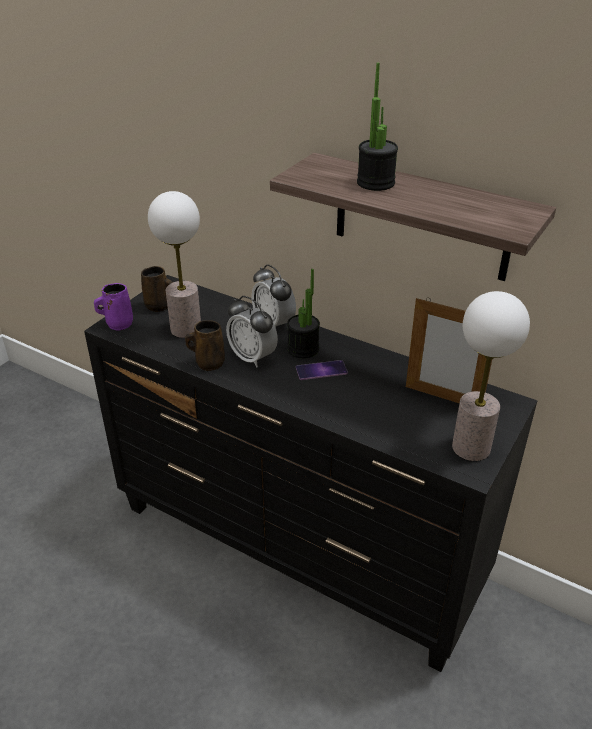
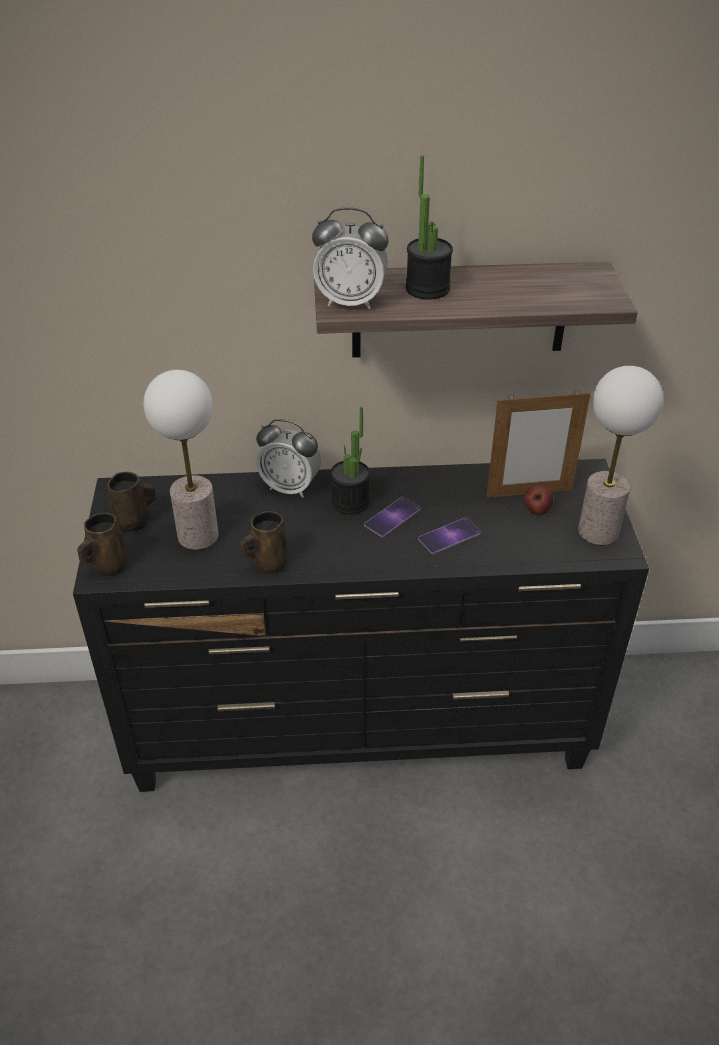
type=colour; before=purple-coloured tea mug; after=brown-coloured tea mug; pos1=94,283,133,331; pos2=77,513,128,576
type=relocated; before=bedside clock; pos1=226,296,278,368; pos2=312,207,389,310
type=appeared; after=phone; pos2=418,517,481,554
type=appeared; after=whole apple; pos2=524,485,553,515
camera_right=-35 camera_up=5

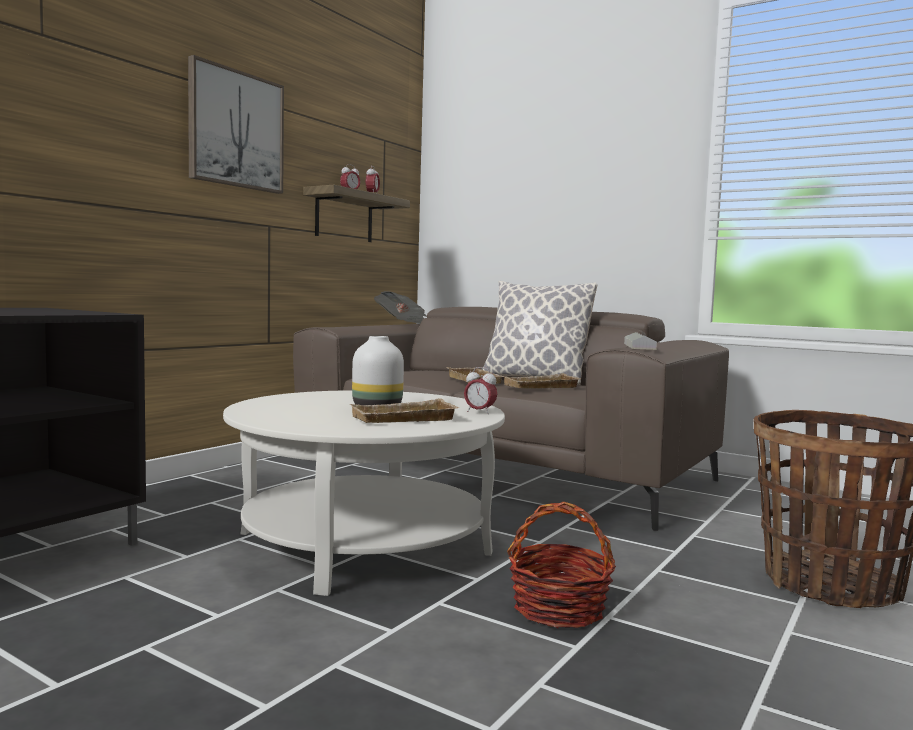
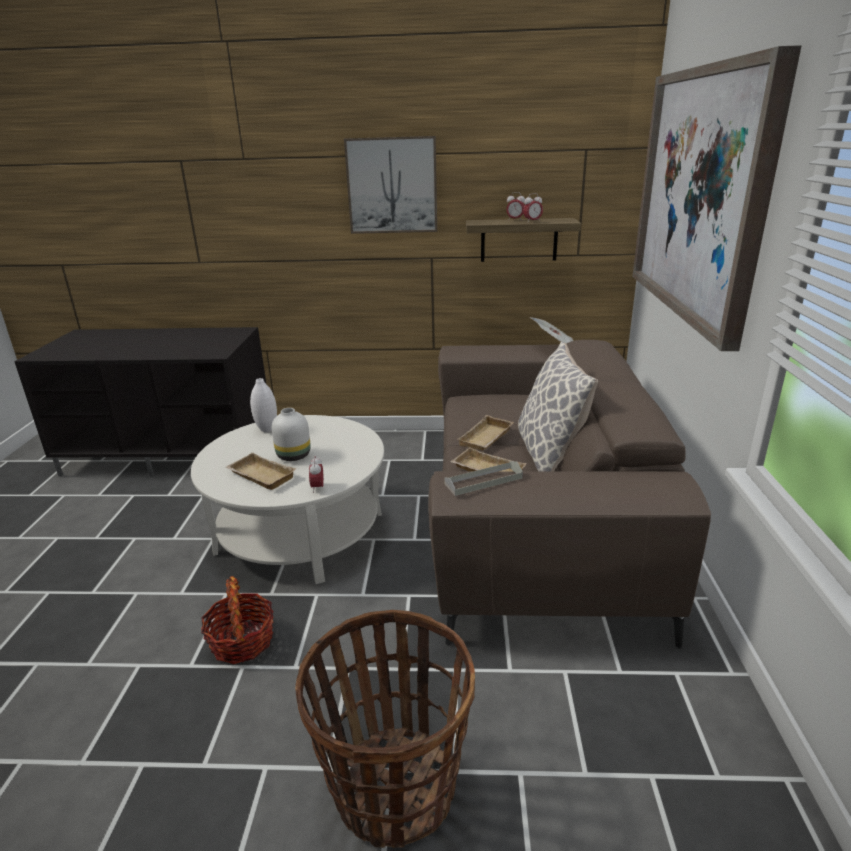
type=appeared; after=whitish vase; pos2=250,378,277,432
type=appeared; after=picture; pos2=632,45,802,351
camera_right=60 camera_up=20

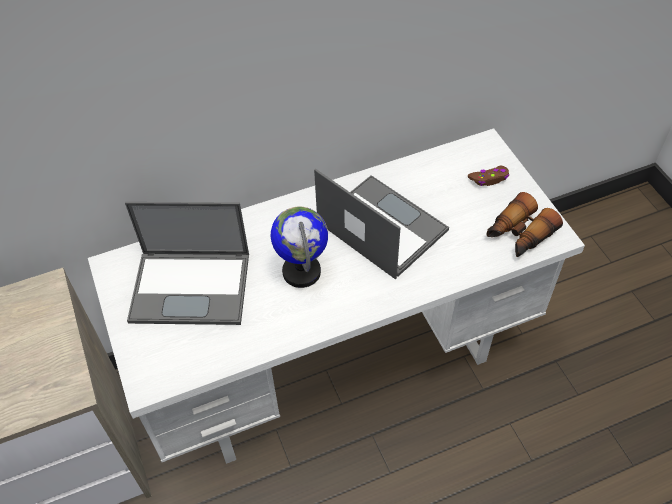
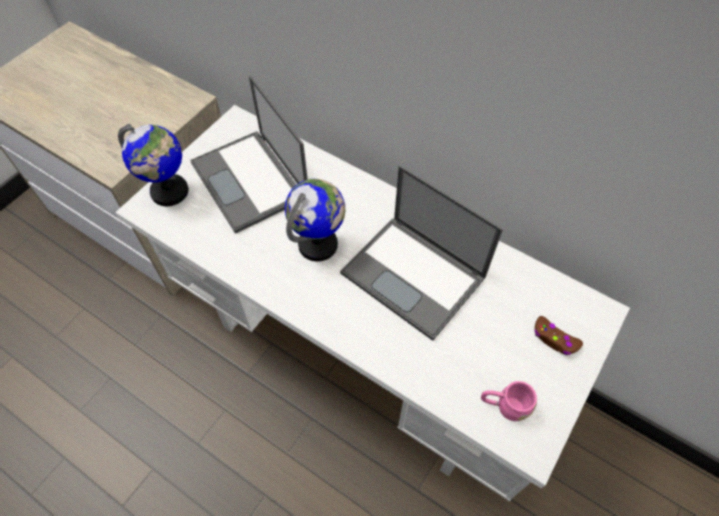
type=spun; before=notebook computer; pos1=314,168,449,279; pos2=340,165,503,341; turn=120
type=exchanged; before=binoculars; after=pink tea mug; pos1=487,192,563,257; pos2=481,381,537,421
type=appeared; after=globe; pos2=118,124,188,206
camera_right=55 camera_up=5

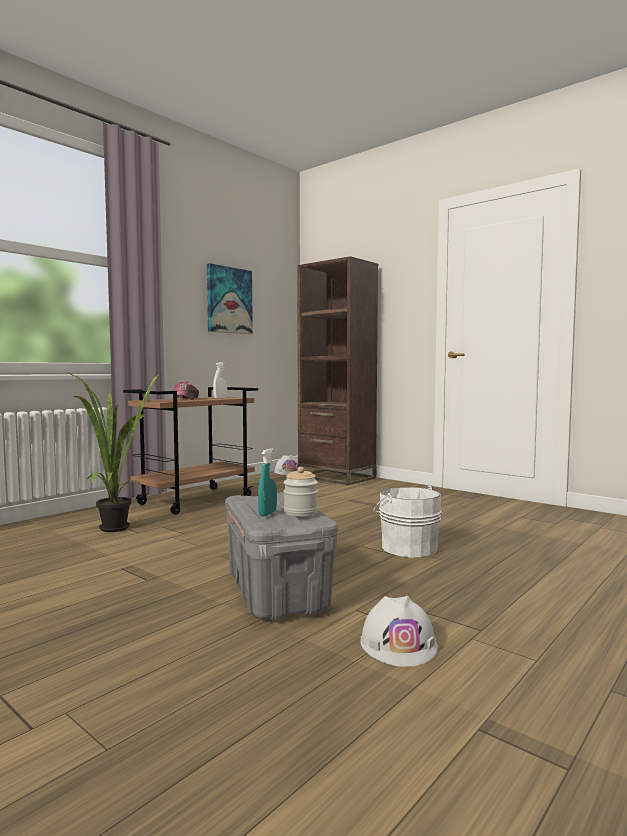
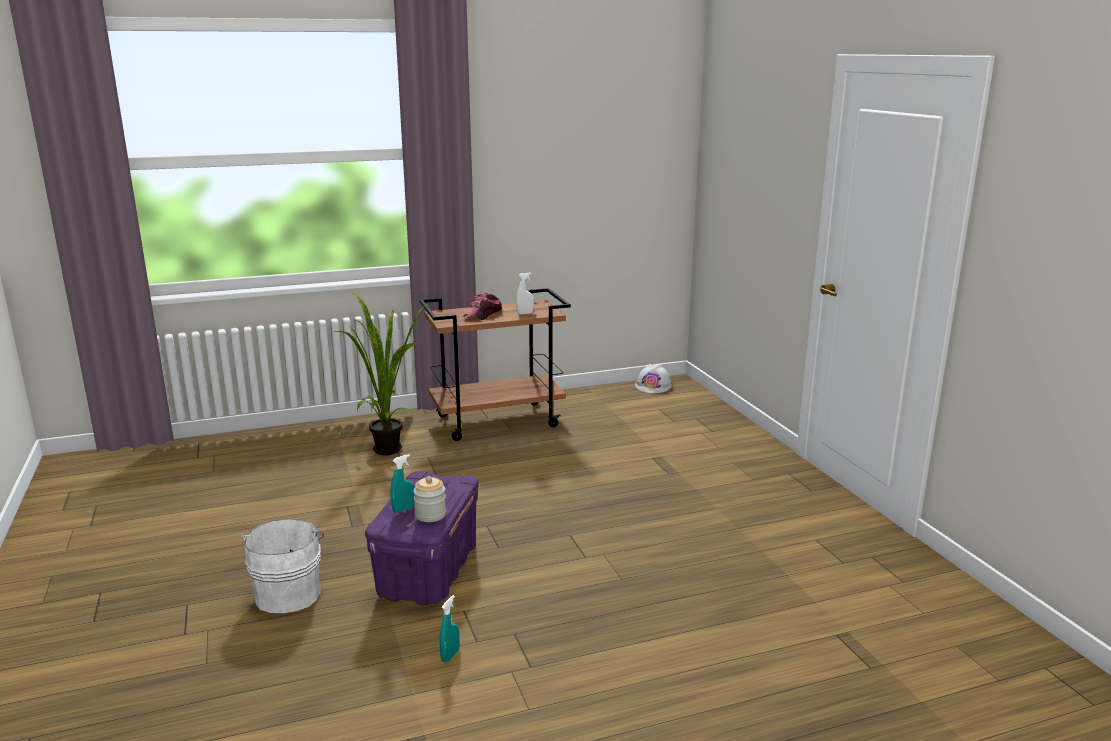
type=missing; before=picture; pos1=207,263,253,334
type=colour; before=gray storage container; after=purple-coloured storage container; pos1=225,492,338,620; pos2=365,471,479,606
type=missing; before=brown-coloured bookshelf; pos1=297,256,378,485
type=exchanged; before=whitish safety helmet; after=blue-green sprayer; pos1=360,596,438,667; pos2=439,595,460,662
type=relocated; before=whitish bucket; pos1=373,486,442,557; pos2=242,519,324,613
camera_right=30 camera_up=15

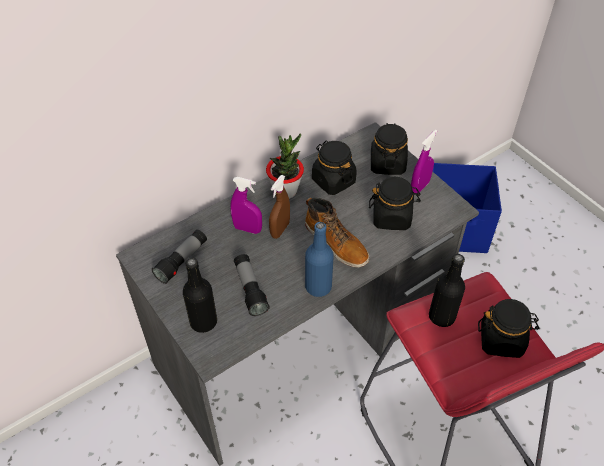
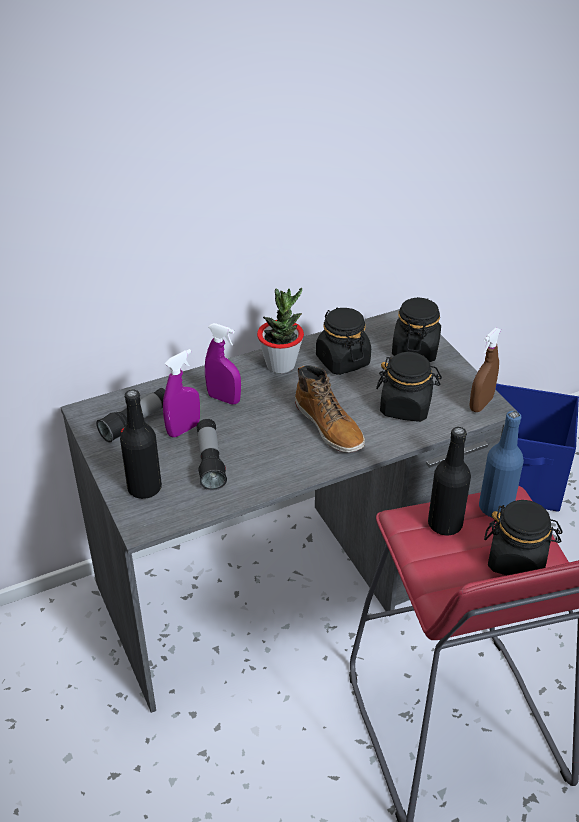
type=relocated; before=brown-coloured sprayer; pos1=269,175,290,239; pos2=470,327,501,412
type=relocated; before=blue-coloured beverage bottle; pos1=305,222,334,297; pos2=479,411,524,518
type=relocated; before=purple-coloured sprayer; pos1=411,130,437,194; pos2=163,349,200,437
camera_right=10 camera_up=-10

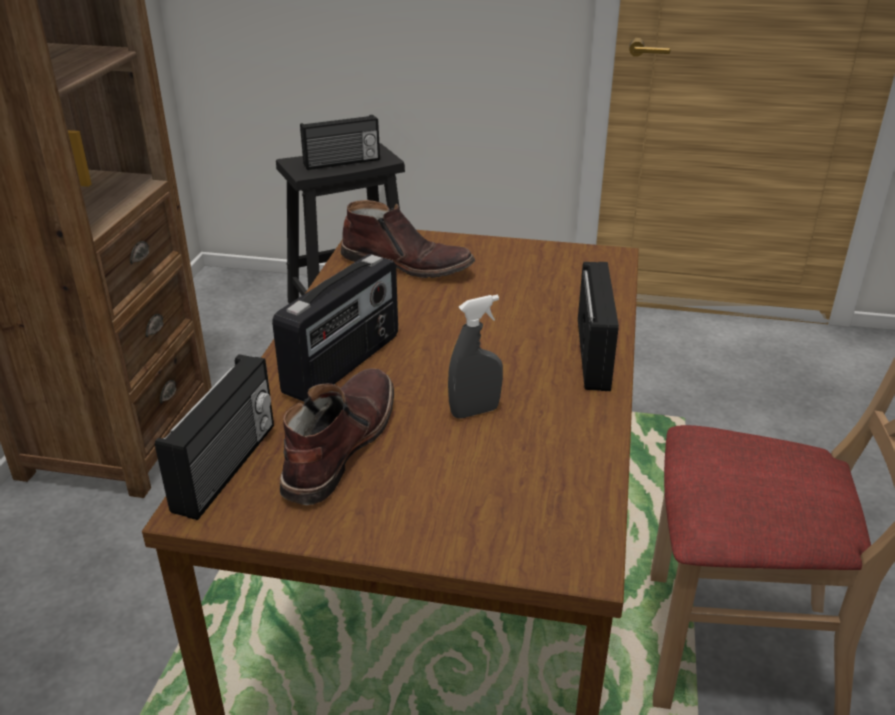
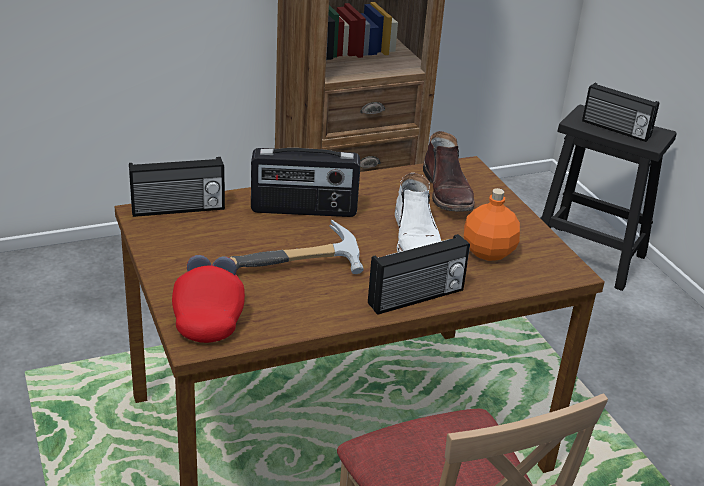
type=missing; before=brown-coloured boot; pos1=280,368,394,505
type=exchanged; before=gray sprayer; after=hand hammer; pos1=448,295,503,419; pos2=230,219,364,274
type=appeared; after=reddish cap; pos2=172,255,245,343
type=appeared; after=whitish boot; pos2=395,173,441,252
type=appeared; after=orangey beverage bottle; pos2=464,188,520,261
camera_right=55 camera_up=0

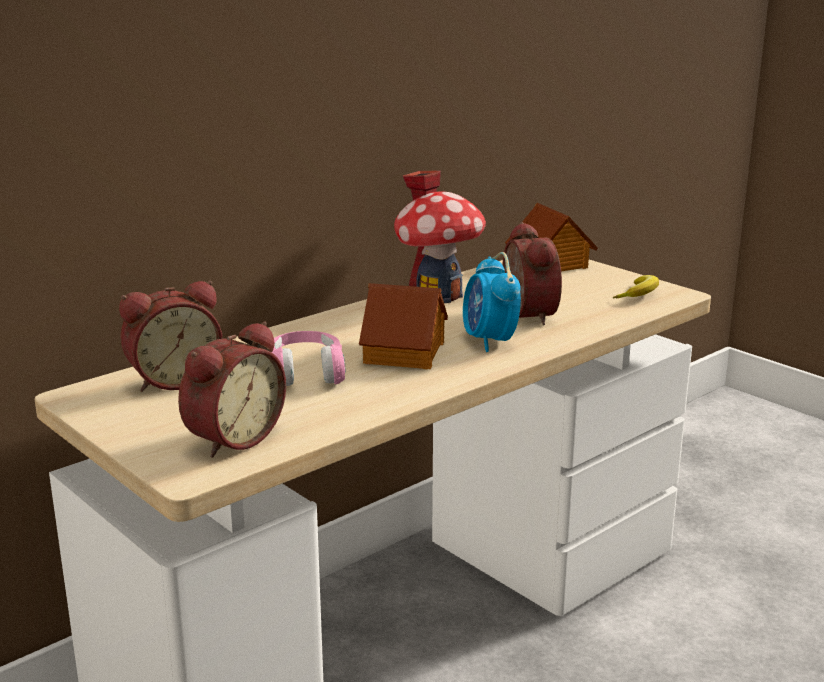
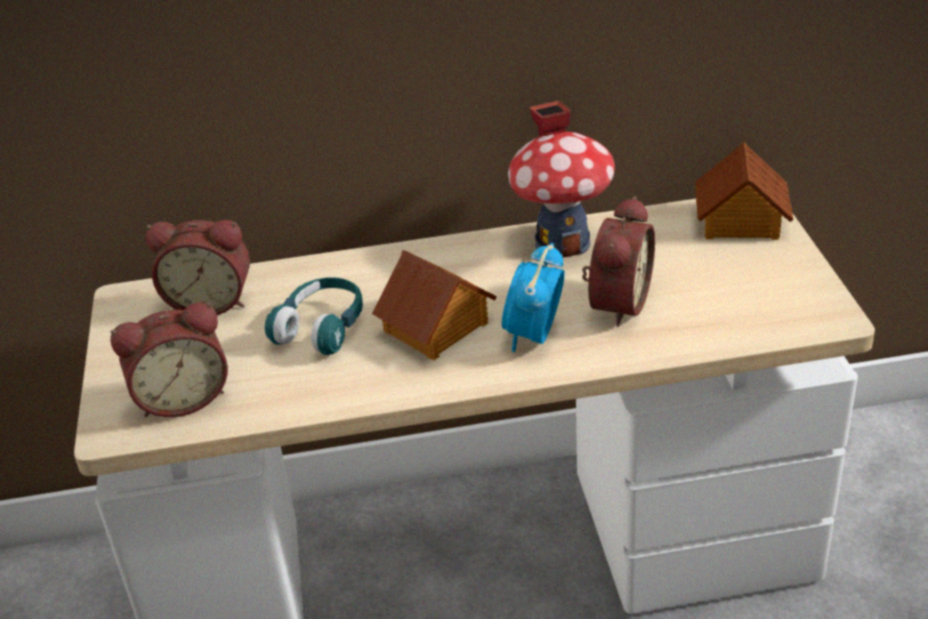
type=colour; before=pink headset; after=blue-green headset; pos1=272,331,346,386; pos2=265,277,363,355
type=missing; before=whole banana; pos1=613,275,659,298
camera_right=35 camera_up=15

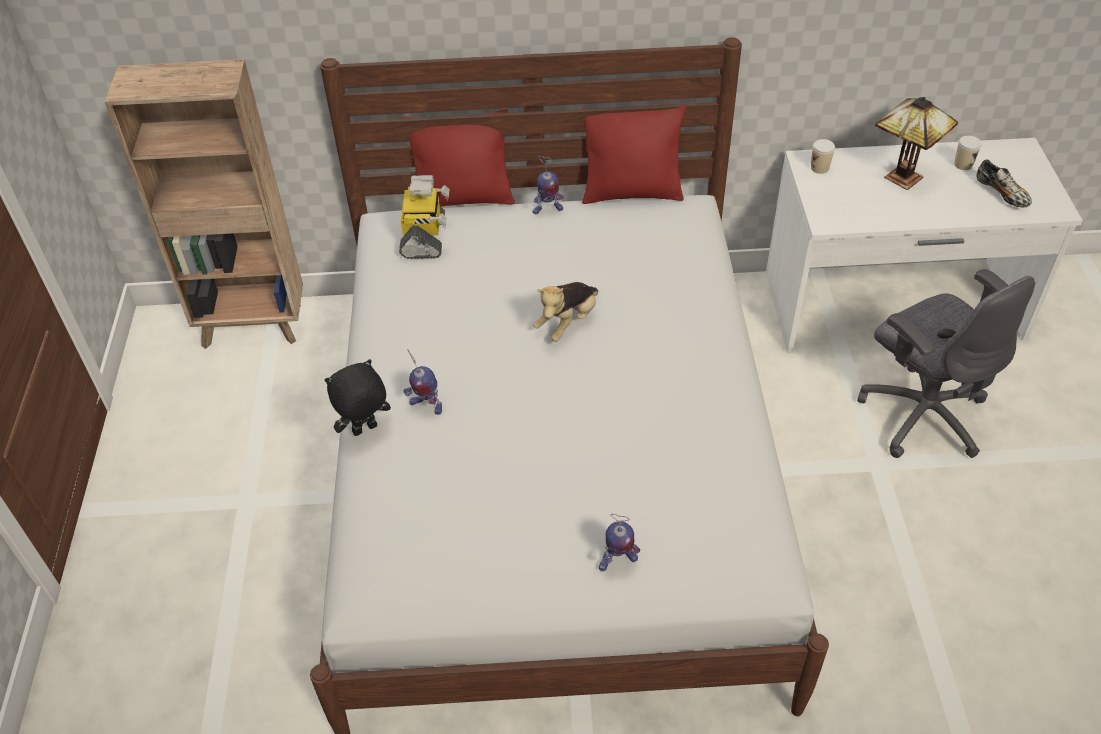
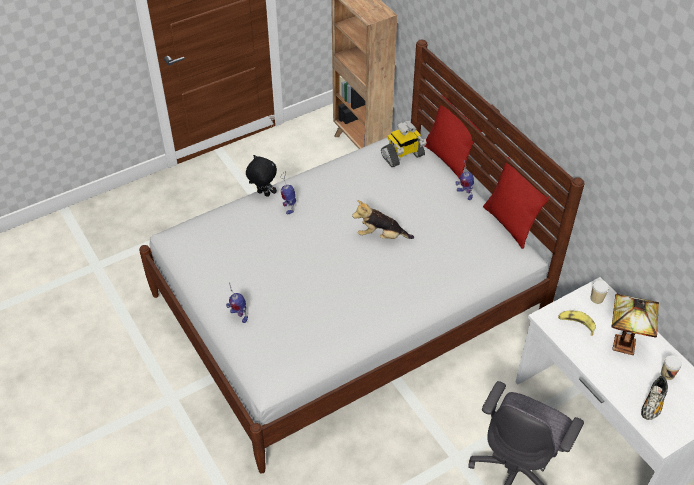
type=appeared; after=whole banana; pos2=558,311,596,336
camera_right=60 camera_up=0

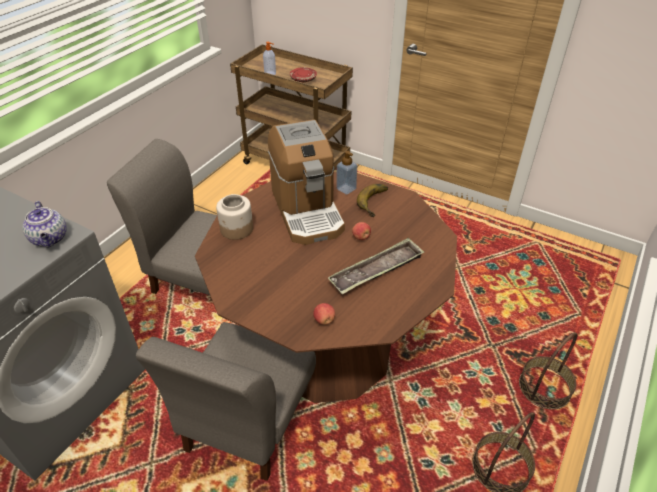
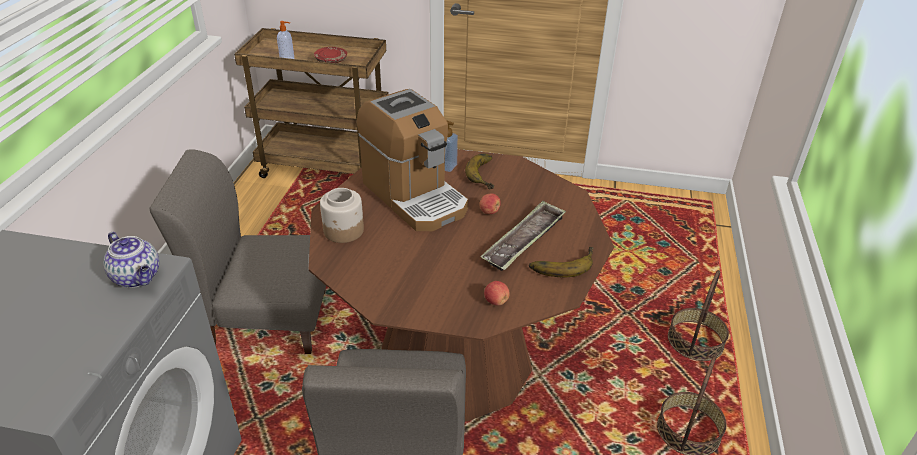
type=appeared; after=whole banana; pos2=529,247,593,277
camera_right=-20 camera_up=-5

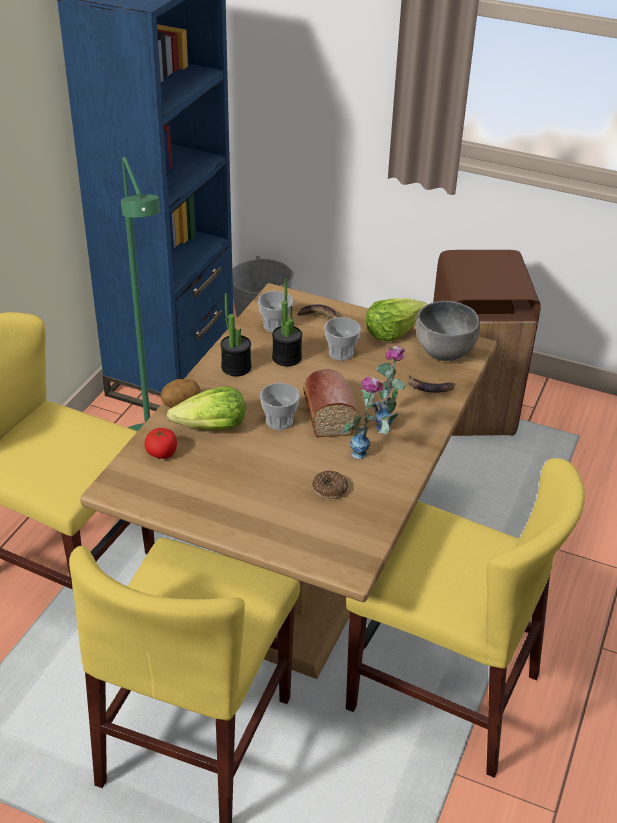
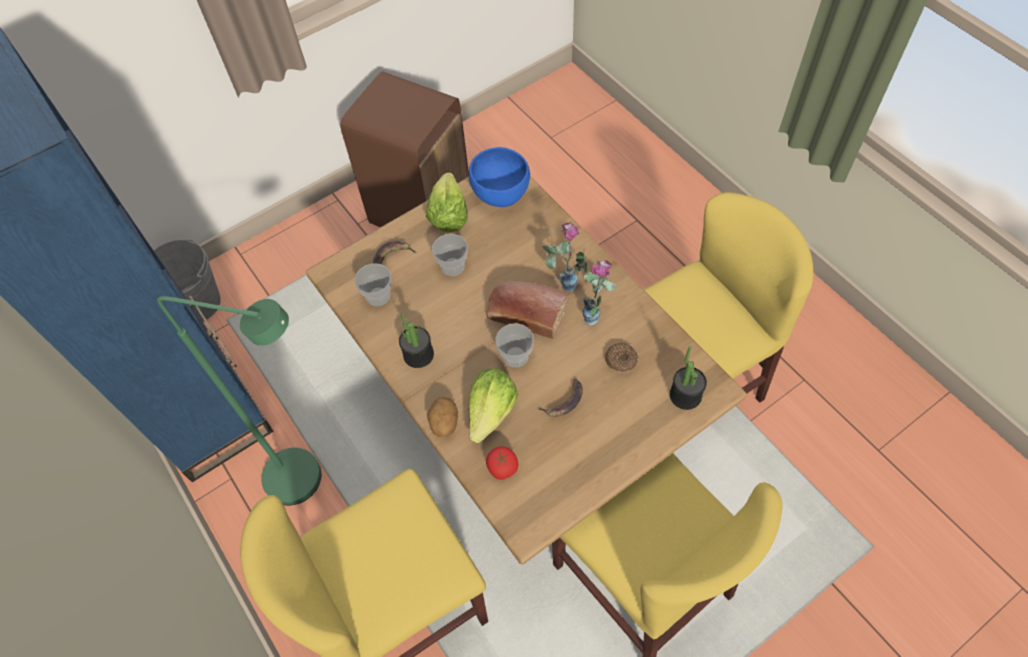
type=relocated; before=potted plant; pos1=272,278,302,366; pos2=670,346,707,410
type=relocated; before=whole banana; pos1=408,375,455,393; pos2=537,379,583,417
type=colour; before=gray deep dish; after=blue-coloured deep dish; pos1=416,301,480,361; pos2=468,147,530,207
camera_right=-55 camera_up=20

